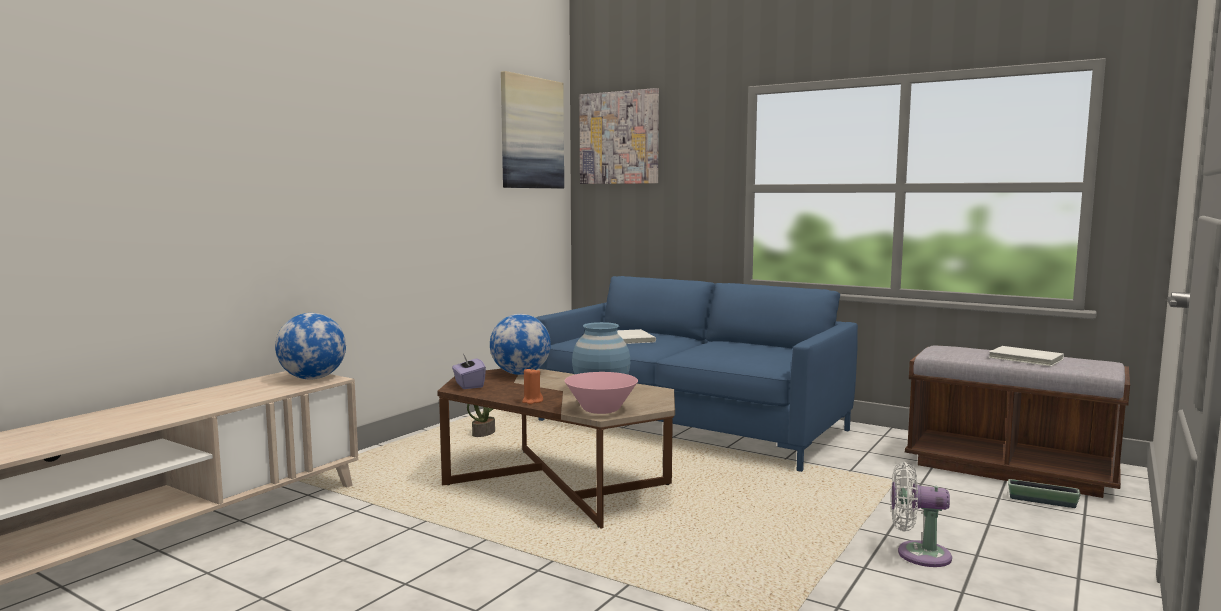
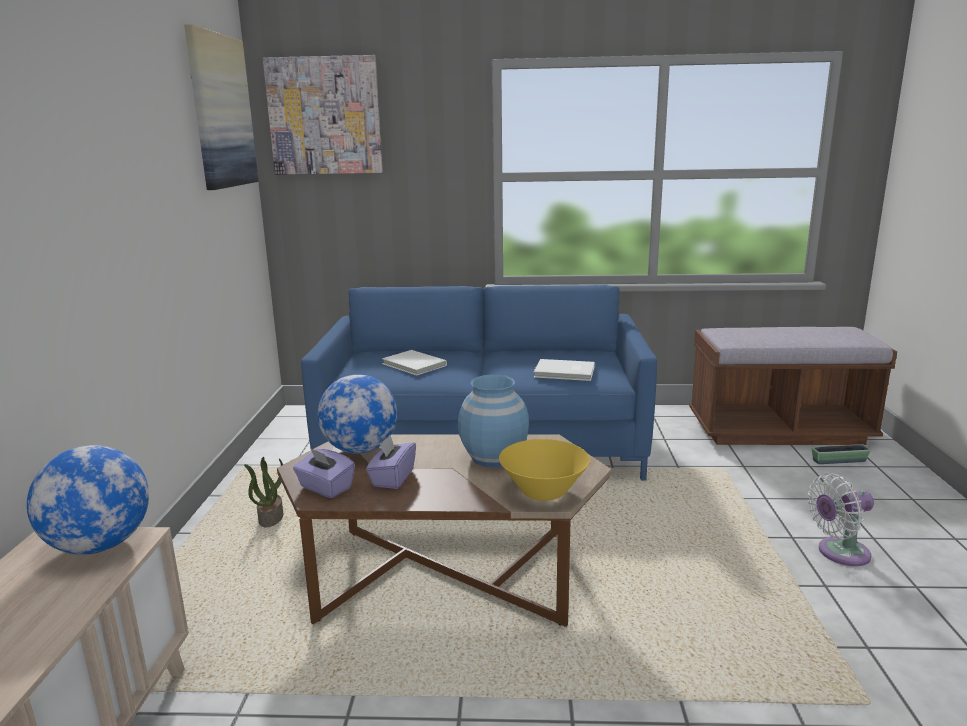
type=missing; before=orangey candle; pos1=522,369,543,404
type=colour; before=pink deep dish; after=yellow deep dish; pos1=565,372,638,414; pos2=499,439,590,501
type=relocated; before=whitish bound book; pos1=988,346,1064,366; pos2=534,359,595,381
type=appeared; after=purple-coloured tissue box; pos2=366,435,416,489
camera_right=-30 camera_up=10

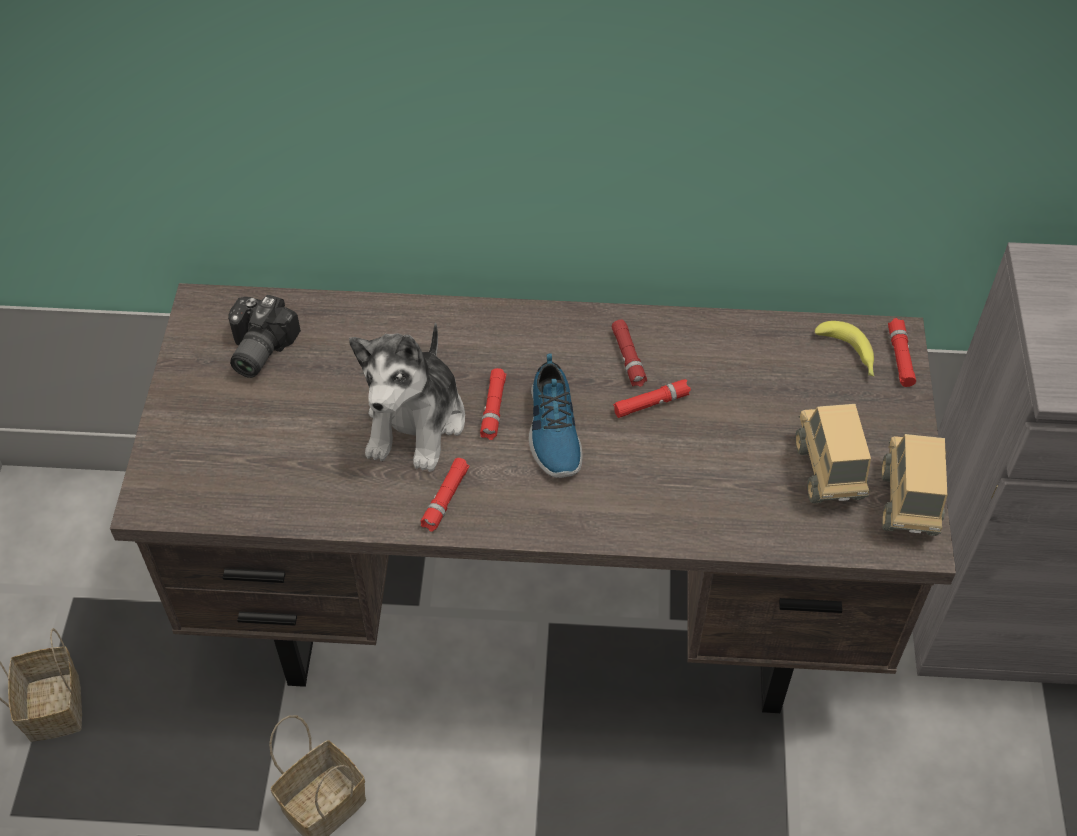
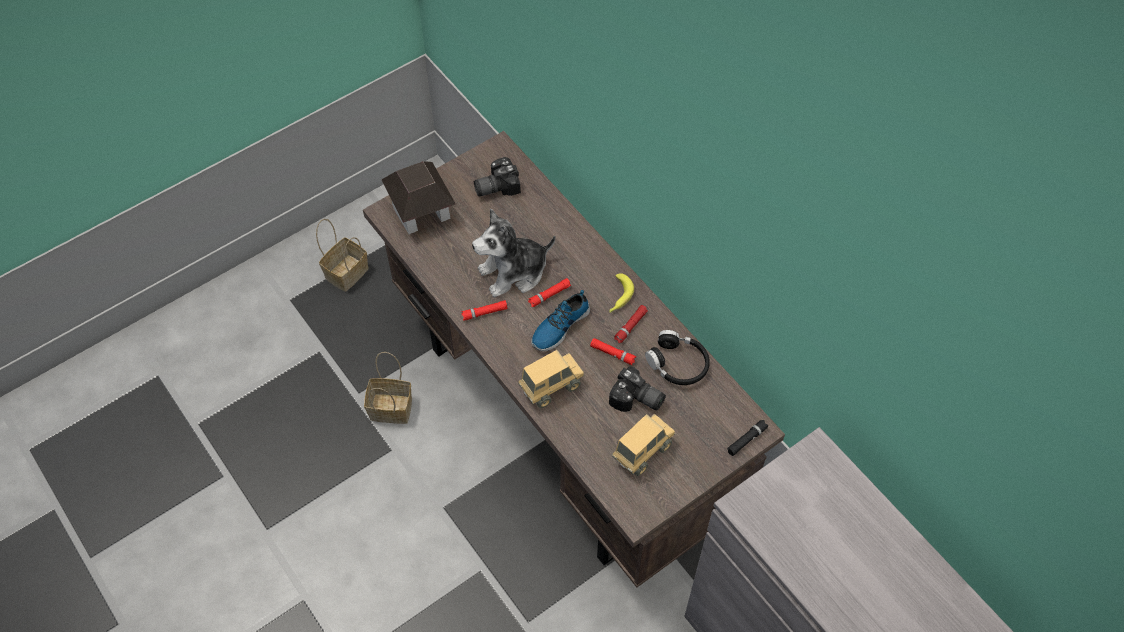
type=relocated; before=whole banana; pos1=815,321,874,376; pos2=610,273,634,313
type=relocated; before=toy lorry; pos1=881,434,947,536; pos2=518,350,584,408
type=colour; before=reddish hand torch; after=black hand torch; pos1=888,318,916,387; pos2=727,420,768,456
type=appeared; after=model house; pos2=382,161,456,234
type=appeared; after=photo camera; pos2=609,366,666,412
type=appeared; after=black headset; pos2=645,330,710,385
camera_right=50 camera_up=5

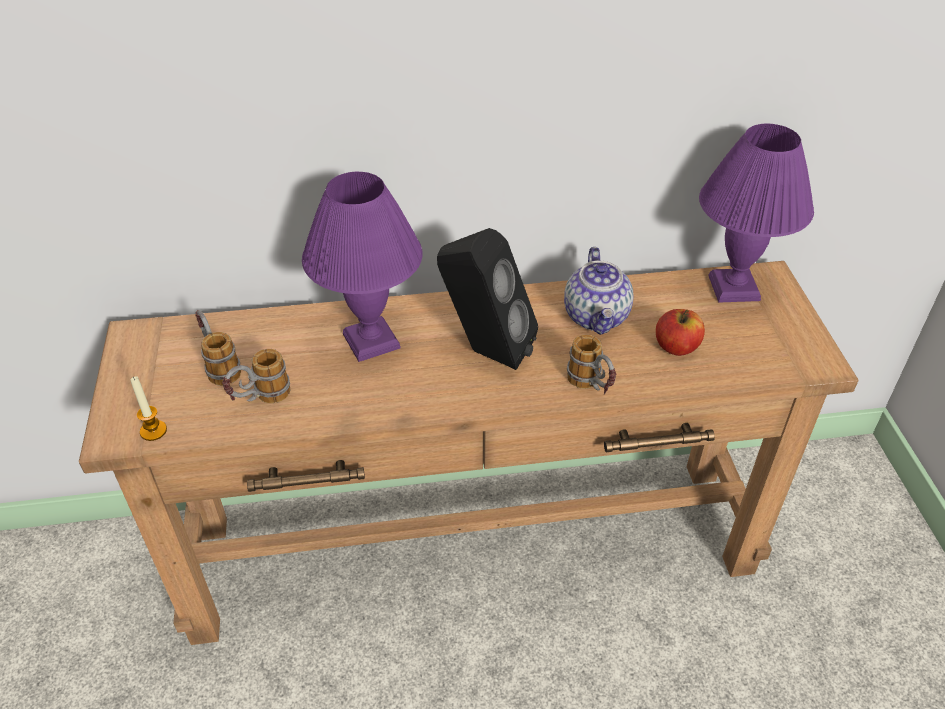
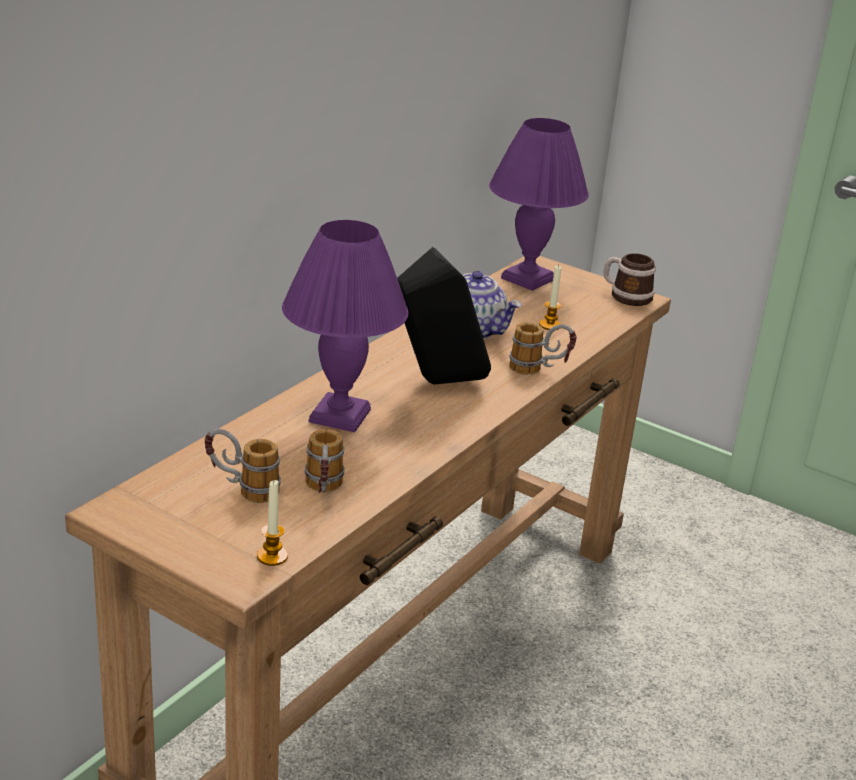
type=exchanged; before=whole apple; after=candle; pos1=656,309,705,356; pos2=539,265,561,330
type=appeared; after=tea mug; pos2=604,253,656,306
camera_right=-50 camera_up=-15

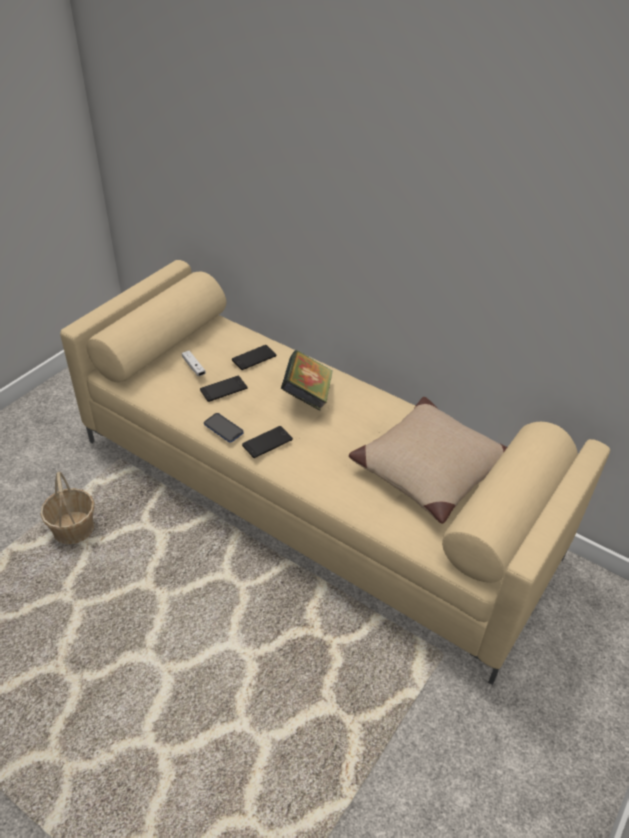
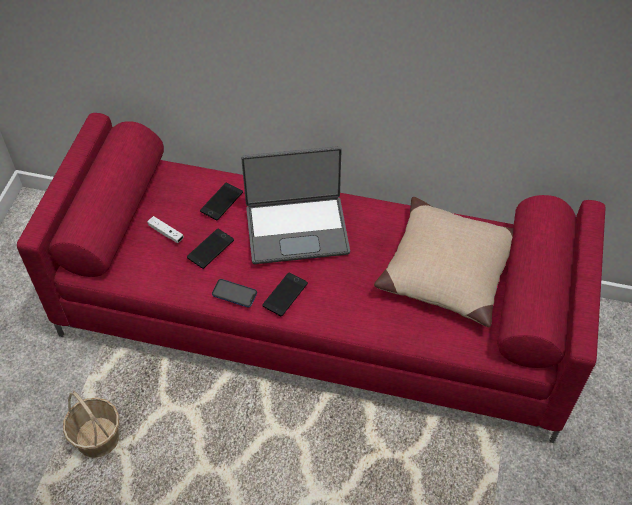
type=colour; before=beige-coloured sofa; after=reddish sofa; pos1=60,260,610,685; pos2=17,113,605,443
type=exchanged; before=bound book; after=notebook computer; pos1=281,350,333,411; pos2=241,146,350,264
camera_right=-20 camera_up=10

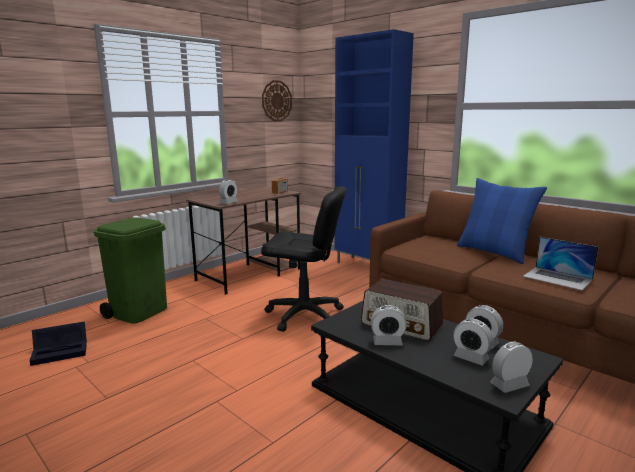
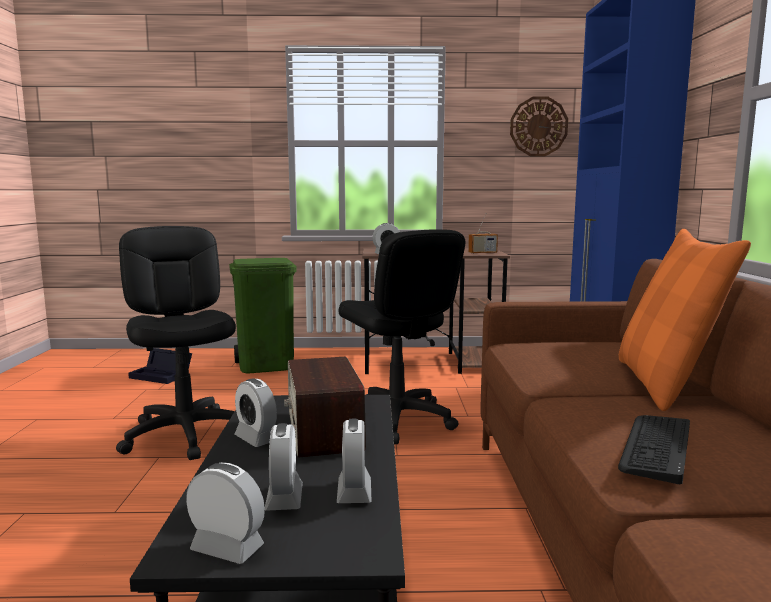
type=colour; before=blue-coloured pillow; after=orangey pillow; pos1=457,178,547,264; pos2=619,229,751,411
type=exchanged; before=notebook computer; after=computer keyboard; pos1=523,237,598,290; pos2=618,415,690,484
type=appeared; after=black desk chair; pos2=116,226,236,460
camera_right=45 camera_up=-5

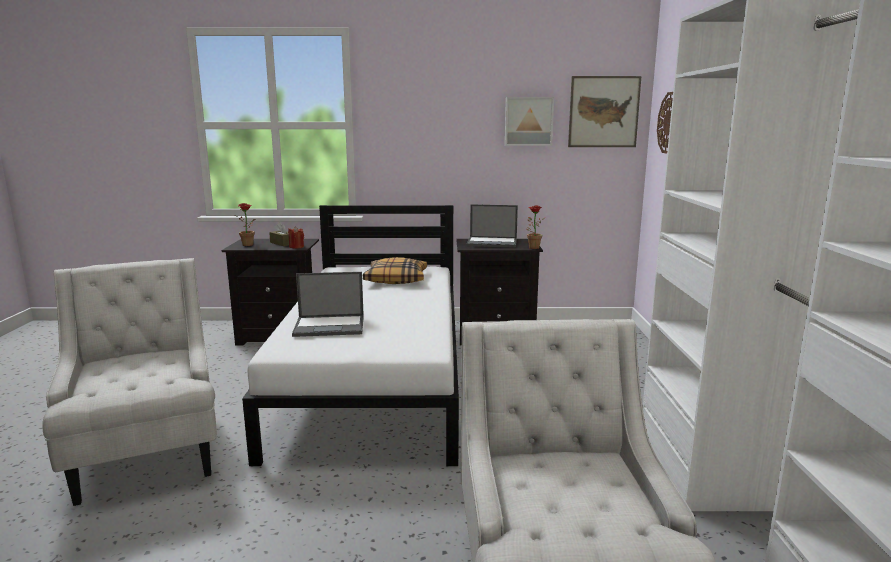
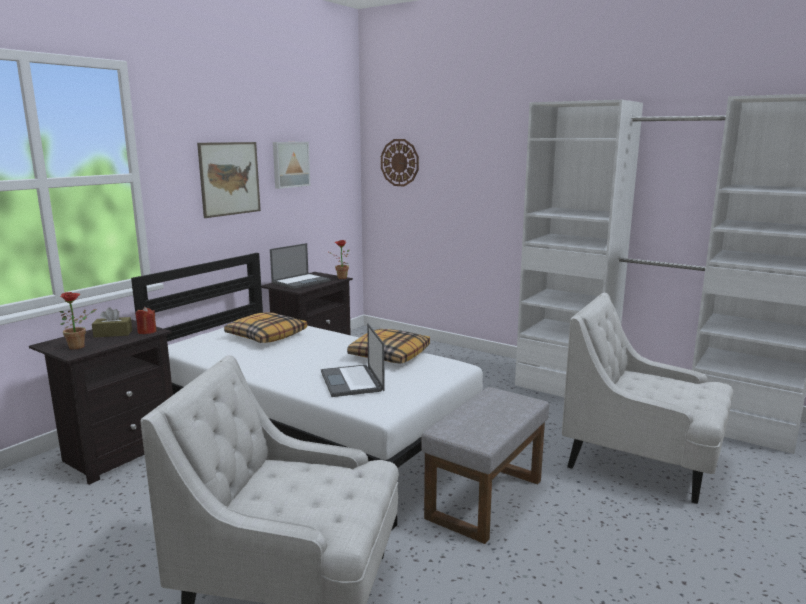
type=spun; before=notebook computer; pos1=292,272,364,337; pos2=321,323,385,397; turn=135
type=relocated; before=picture; pos1=568,76,641,147; pos2=197,142,261,218
type=appeared; after=pillow; pos2=347,329,430,364
type=appeared; after=gray ottoman; pos2=421,387,549,544
camera_right=-55 camera_up=0

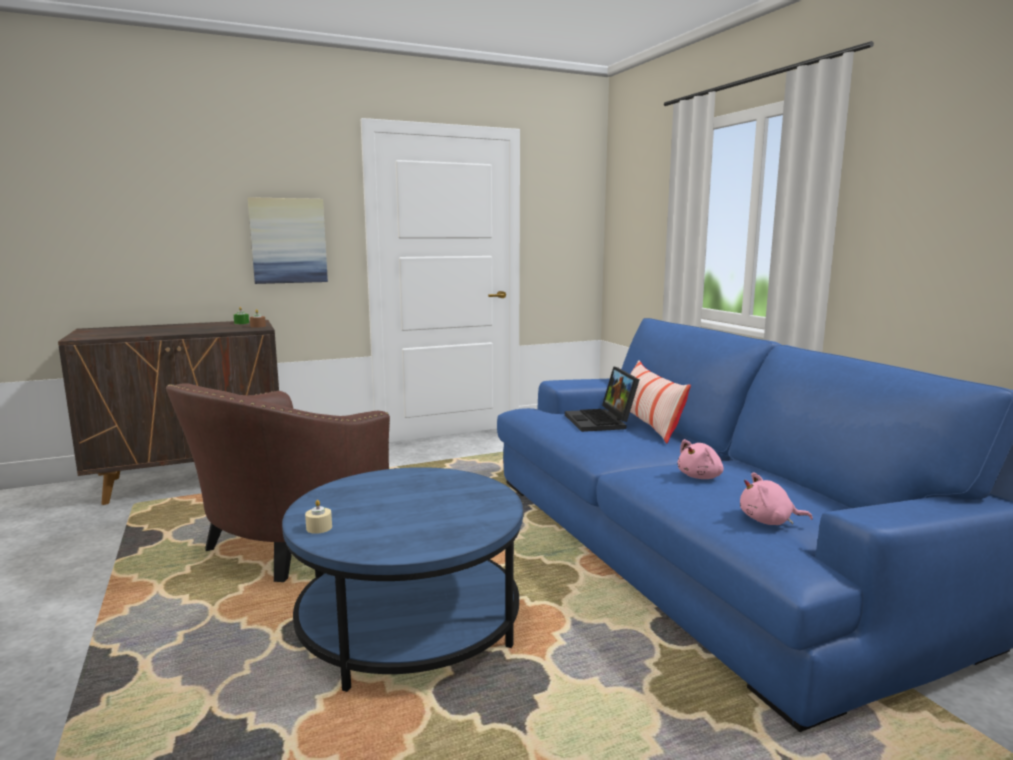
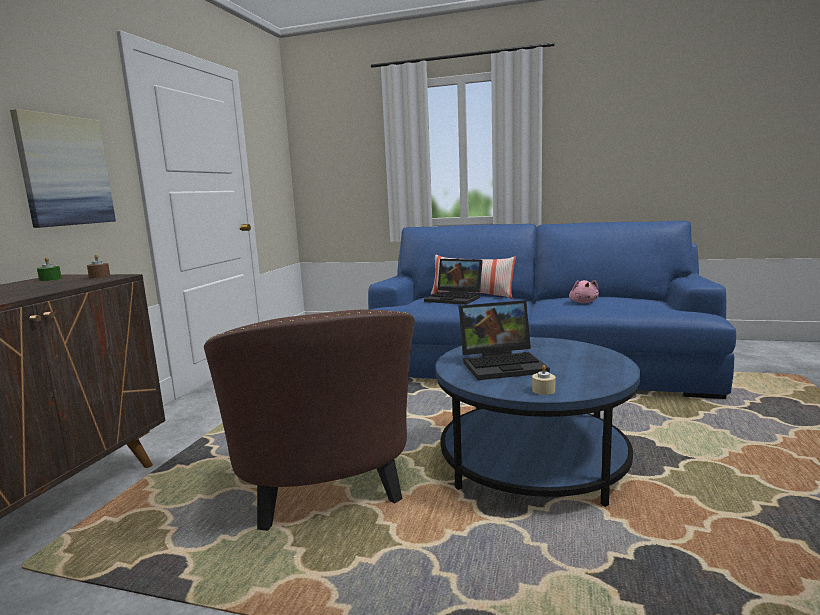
type=missing; before=pink soft toy; pos1=740,472,813,525
type=appeared; after=notebook computer; pos2=459,300,550,380
camera_right=-50 camera_up=0

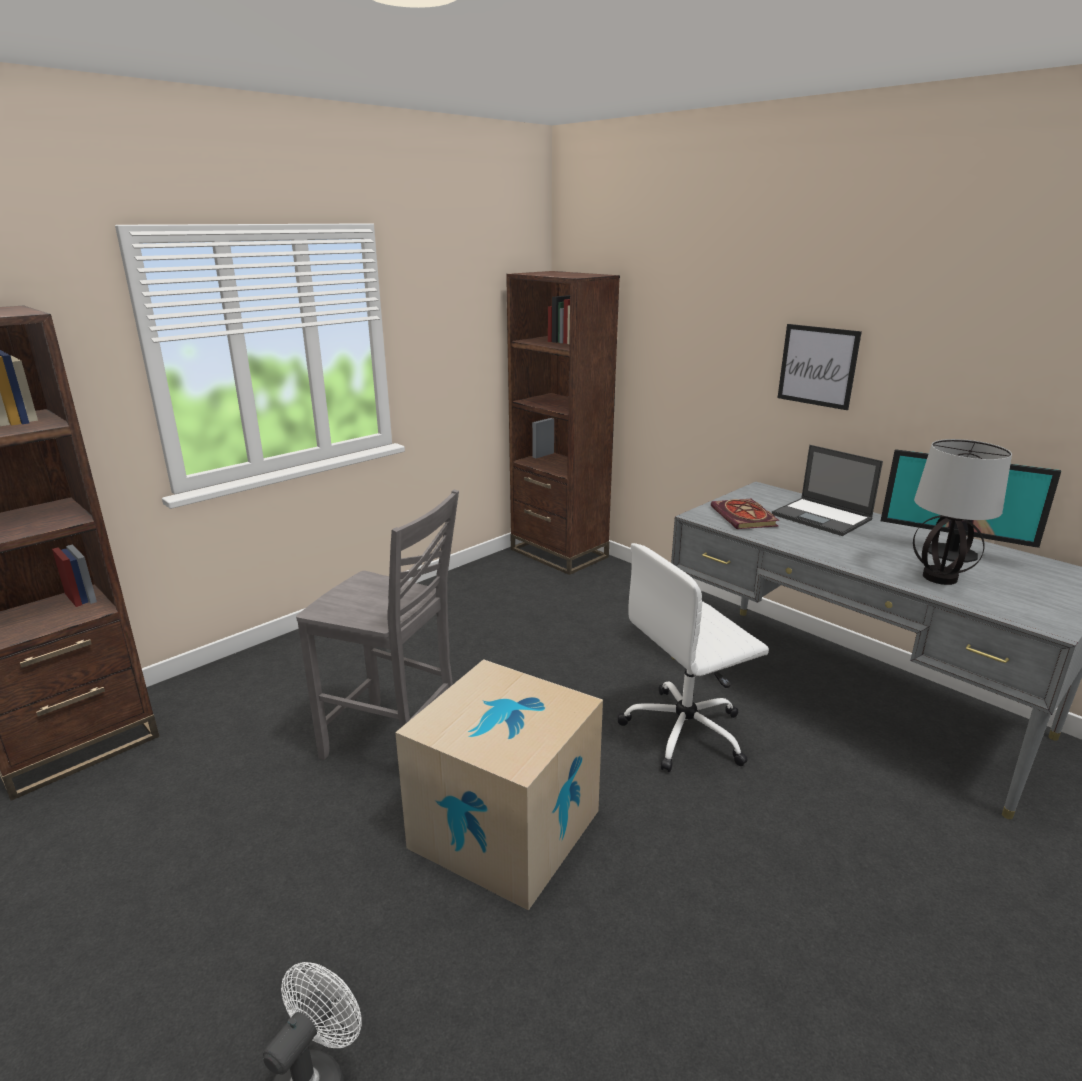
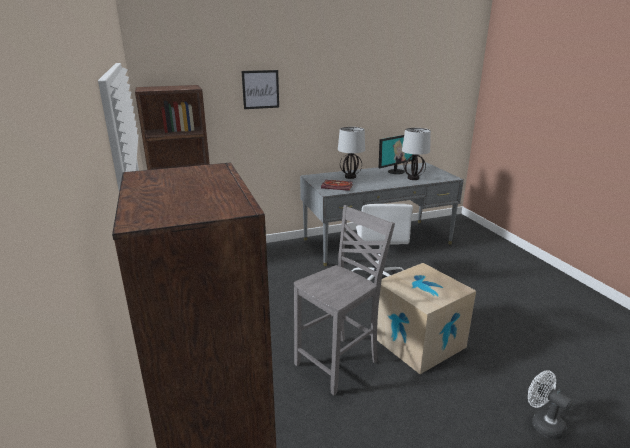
type=exchanged; before=notebook computer; after=lamp for a table; pos1=772,445,883,536; pos2=338,127,365,179
type=relocated; before=picture; pos1=778,324,862,410; pos2=242,70,279,109
camera_right=-65 camera_up=0

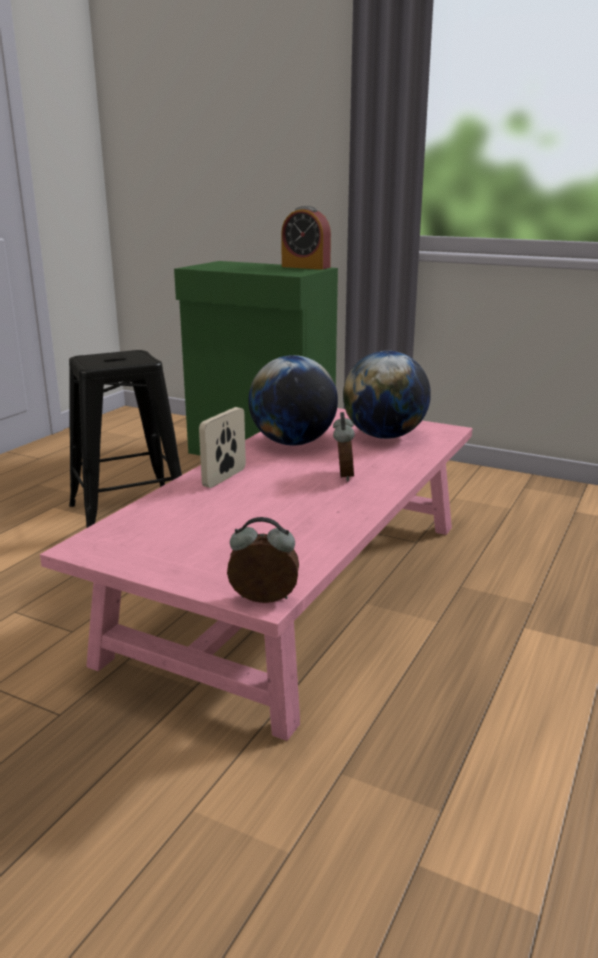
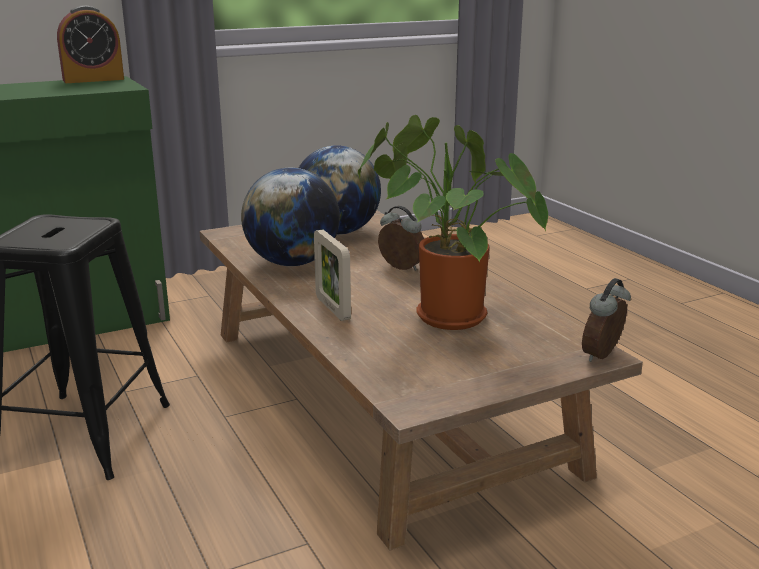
type=colour; before=pink low table; after=brown-coloured low table; pos1=40,408,472,741; pos2=199,210,643,550
type=appeared; after=potted plant; pos2=358,115,548,330
camera_right=-55 camera_up=0

